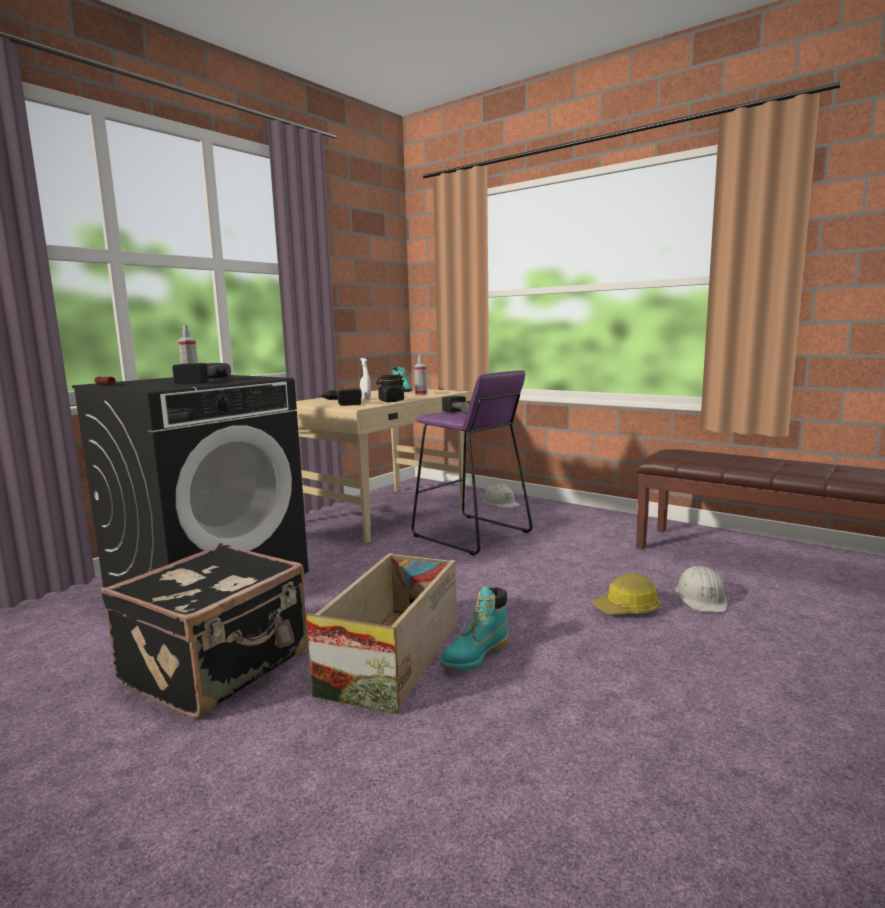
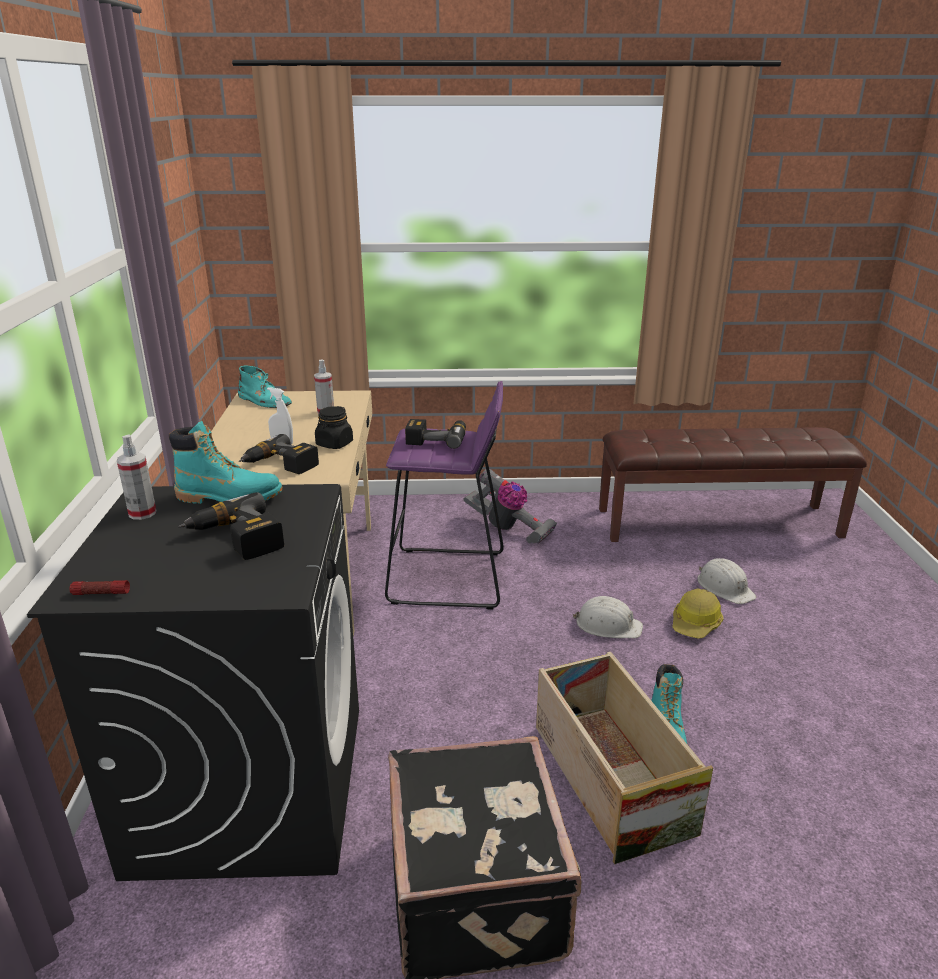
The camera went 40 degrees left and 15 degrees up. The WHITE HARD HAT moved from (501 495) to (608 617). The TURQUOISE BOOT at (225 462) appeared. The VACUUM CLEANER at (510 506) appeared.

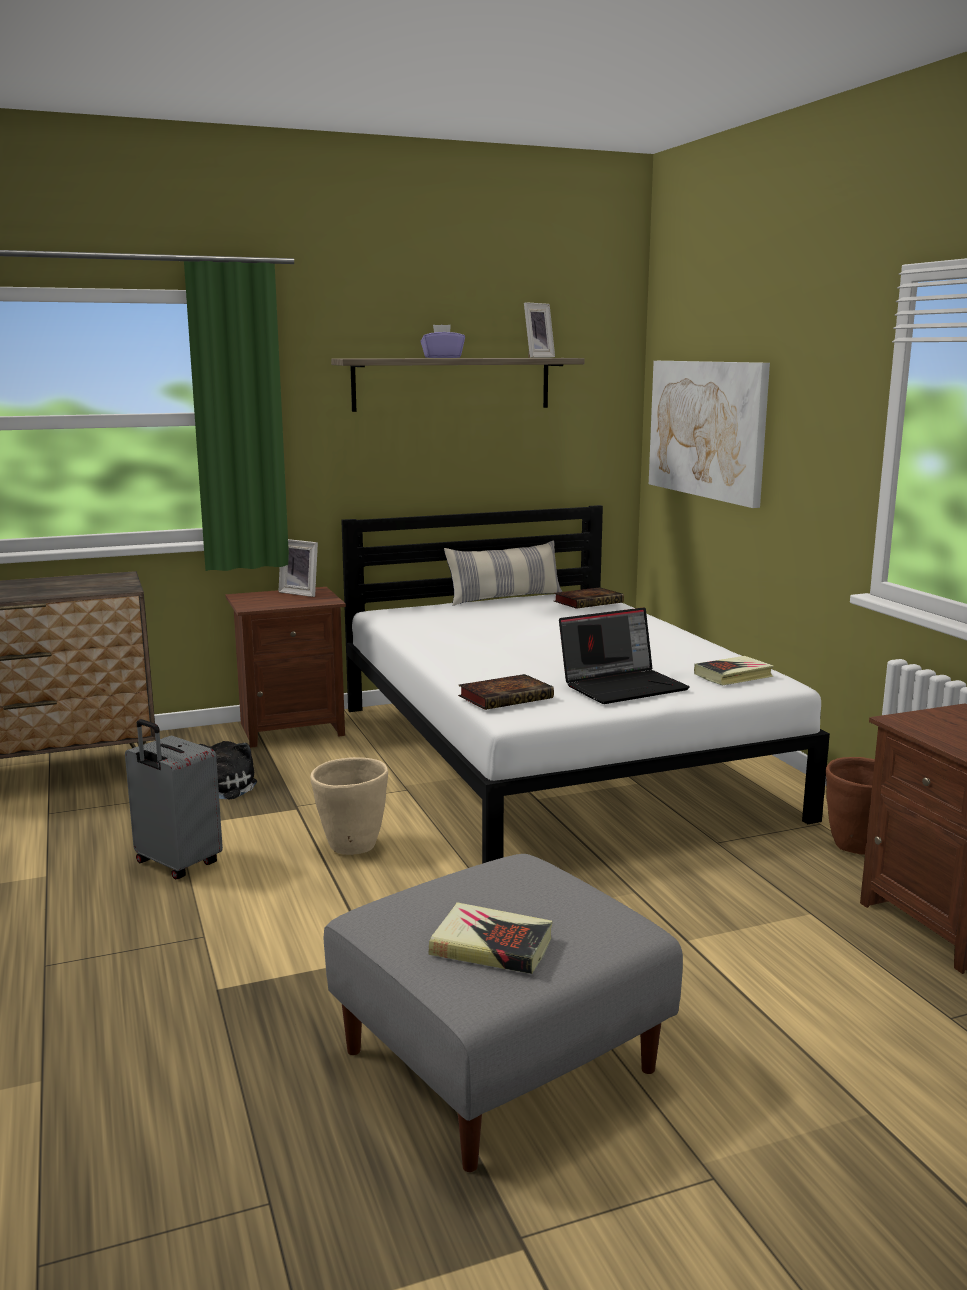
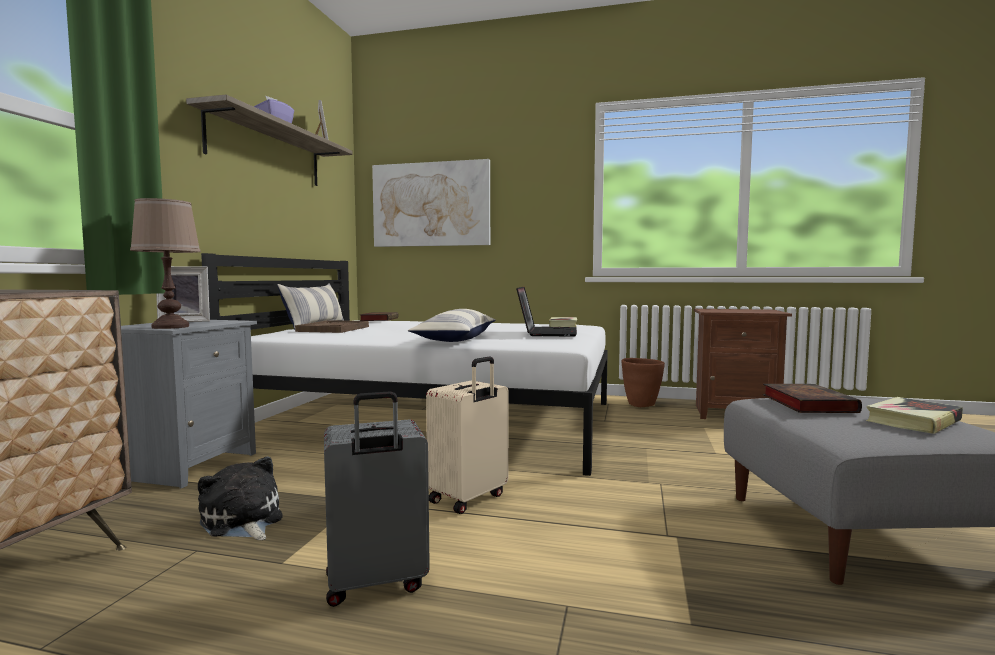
The camera went 55 degrees left and 10 degrees down. The BROWN NIGHTSTAND at (285 667) became the GREY NIGHTSTAND at (189 404). The BEIGE PLANTER at (349 806) was replaced by the BEIGE SUITCASE at (467 435). The BOOK moved from (506 692) to (812 398). The BROWN TABLE LAMP at (165 263) appeared. The BROWN TRAY at (332 326) appeared. The PILLOW at (452 325) appeared.

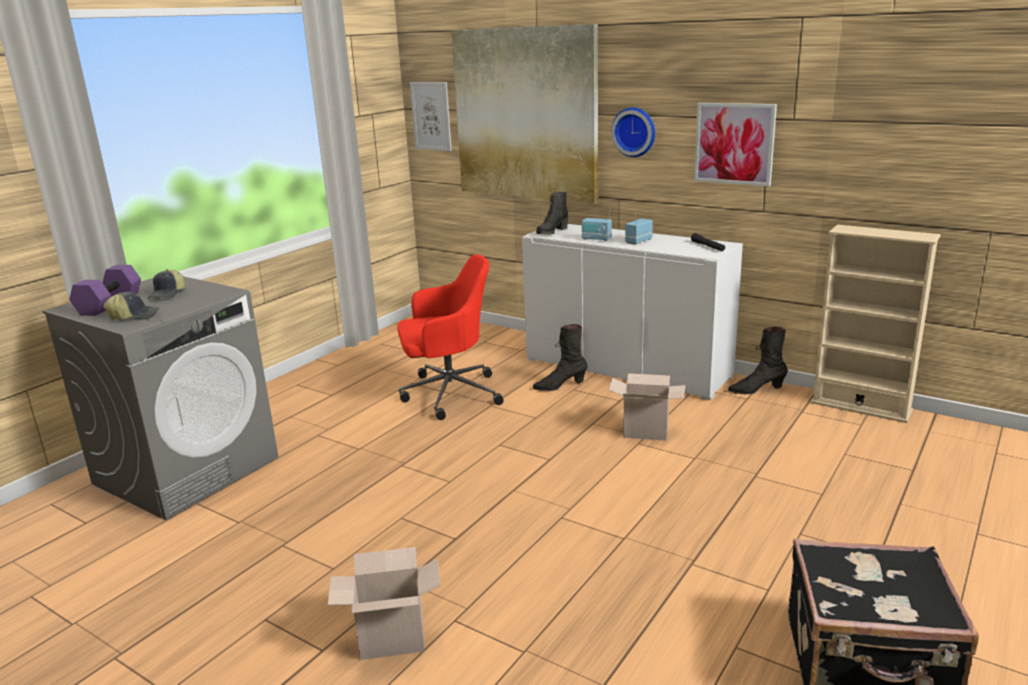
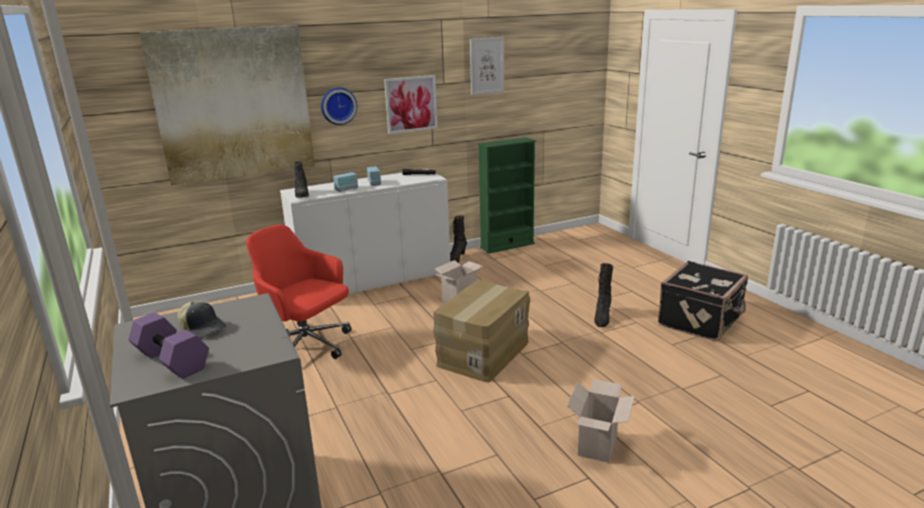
The camera went 60 degrees left and 0 degrees up. The CAP at (131 306) disappeared. The RED OFFICE CHAIR at (450 337) turned 75 degrees counterclockwise. The PICTURE moved from (431 116) to (487 66). The BLACK BOOT moved from (560 357) to (603 295). The BEIGE BOOKCASE at (876 324) became the GREEN BOOKCASE at (507 195). The CARDBOARD BOX at (481 331) appeared.

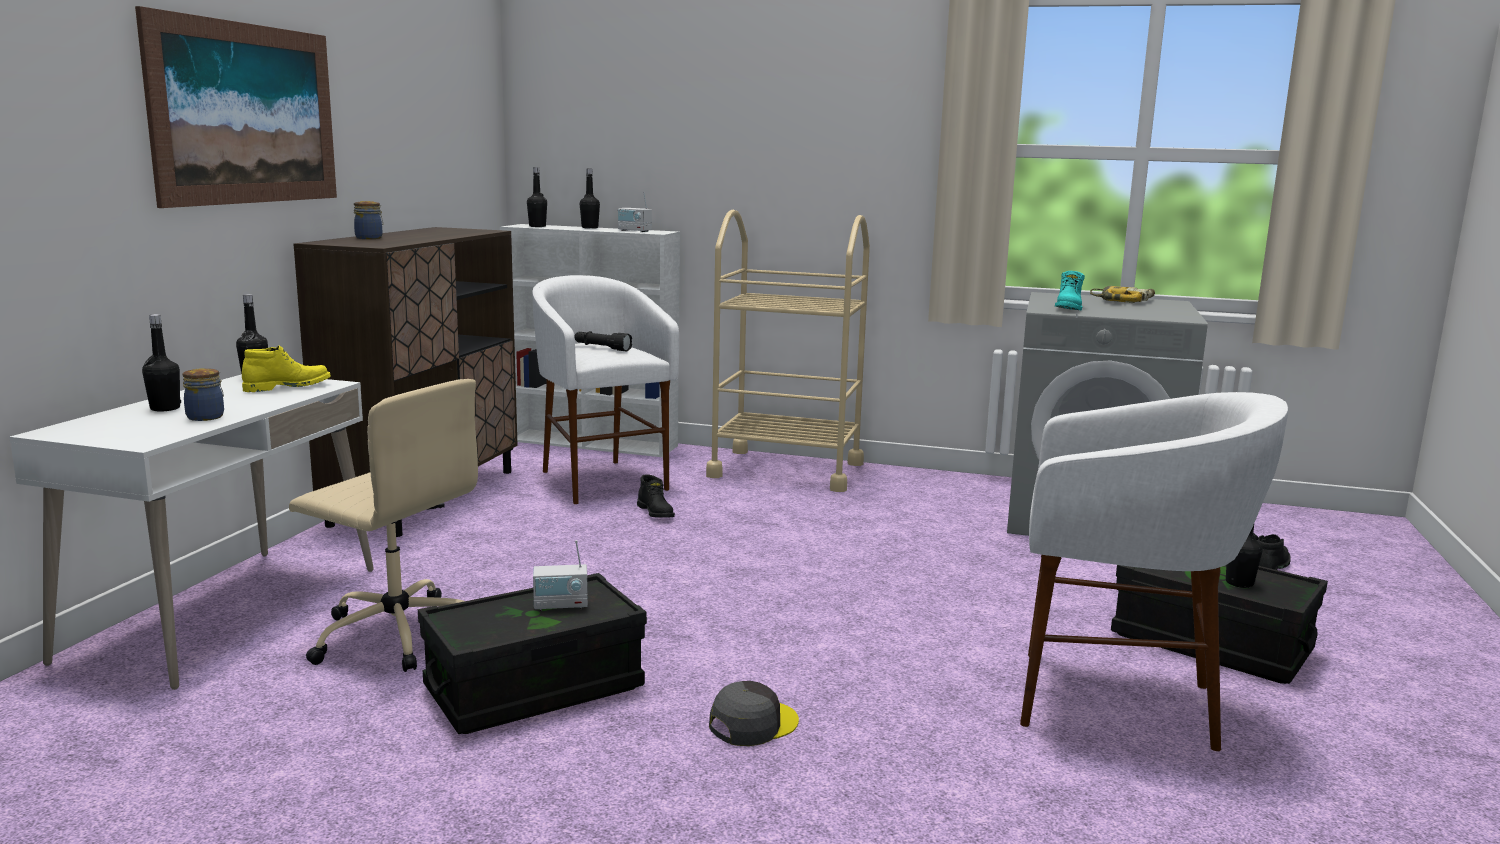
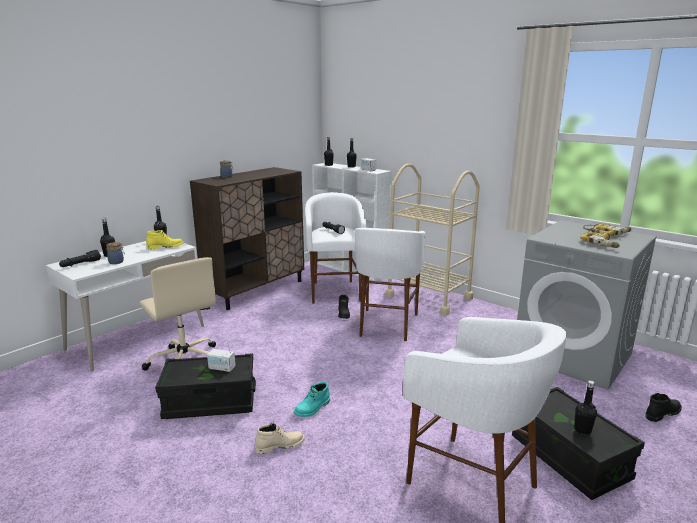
The camera went 25 degrees right and 5 degrees up. The PICTURE at (236 107) disappeared. The GREY CAP at (754 713) was replaced by the BEIGE BOOT at (280 438). The TURQUOISE BOOT moved from (1070 290) to (312 399). The BLACK FLASHLIGHT at (80 258) appeared. The WHITE STOOL at (390 284) appeared. The POWER DRILL at (601 239) appeared.

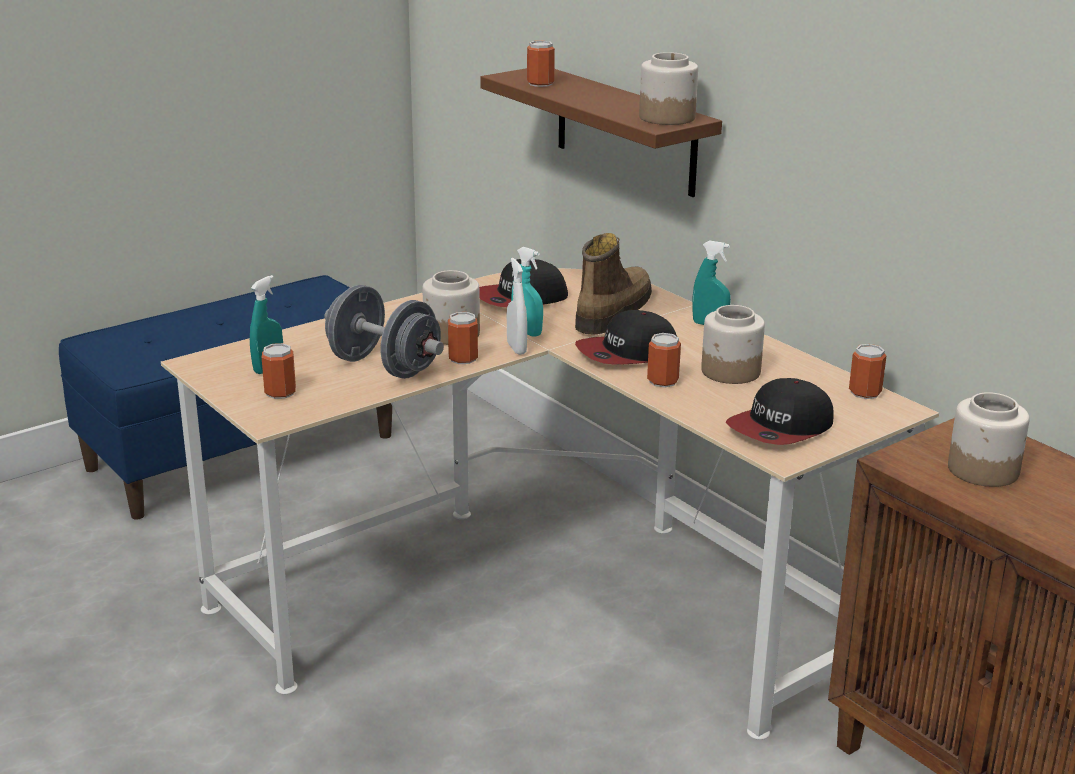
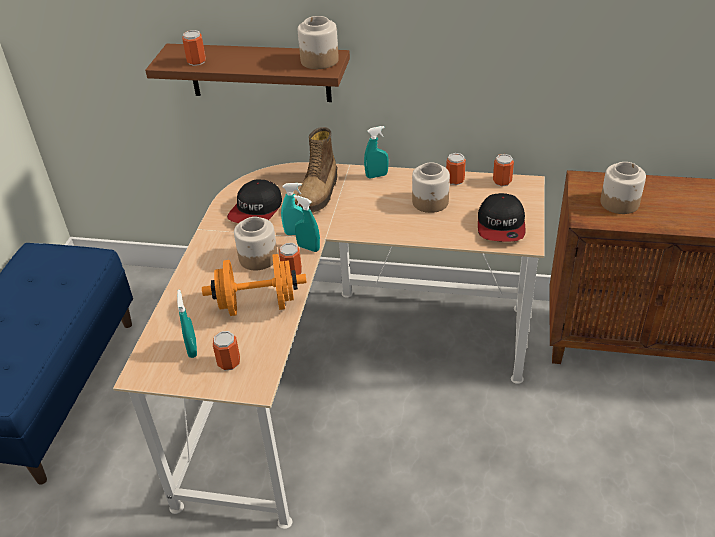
The camera went 40 degrees left and 15 degrees up. The GREY DUMBBELL at (384 332) became the ORANGE DUMBBELL at (254 285). The WHITE SPRAY BOTTLE at (517 306) became the TURQUOISE SPRAY BOTTLE at (307 223). The BOOT at (613 284) turned 150 degrees counterclockwise. The CAP at (626 337) disappeared. The CAN moved from (664 360) to (456 169).

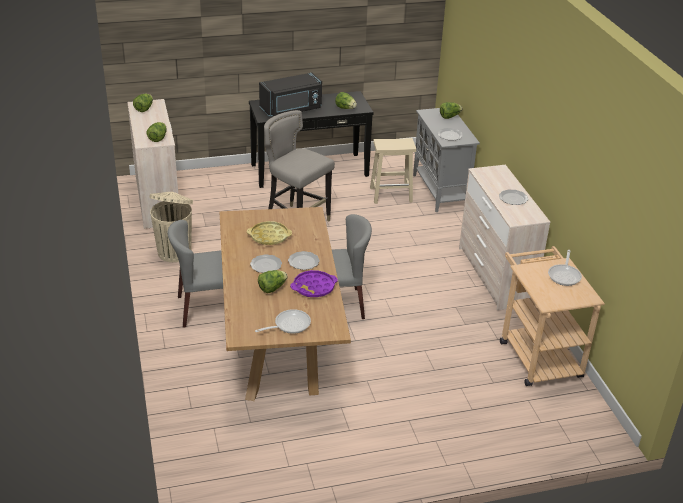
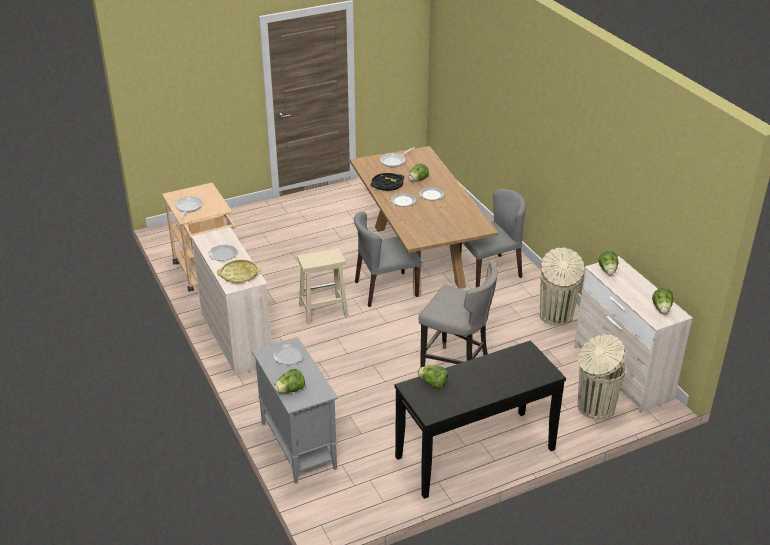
The camera went 170 degrees right and 0 degrees up. The YELLOW TRAY moved from (269 233) to (239 271). The BLACK MICROWAVE at (290 94) disappeared. The PURPLE TRAY at (314 283) became the BLACK TRAY at (387 182). The BEIGE STOOL moved from (393 171) to (322 286). The BEIGE TRASH CAN at (602 377) appeared.

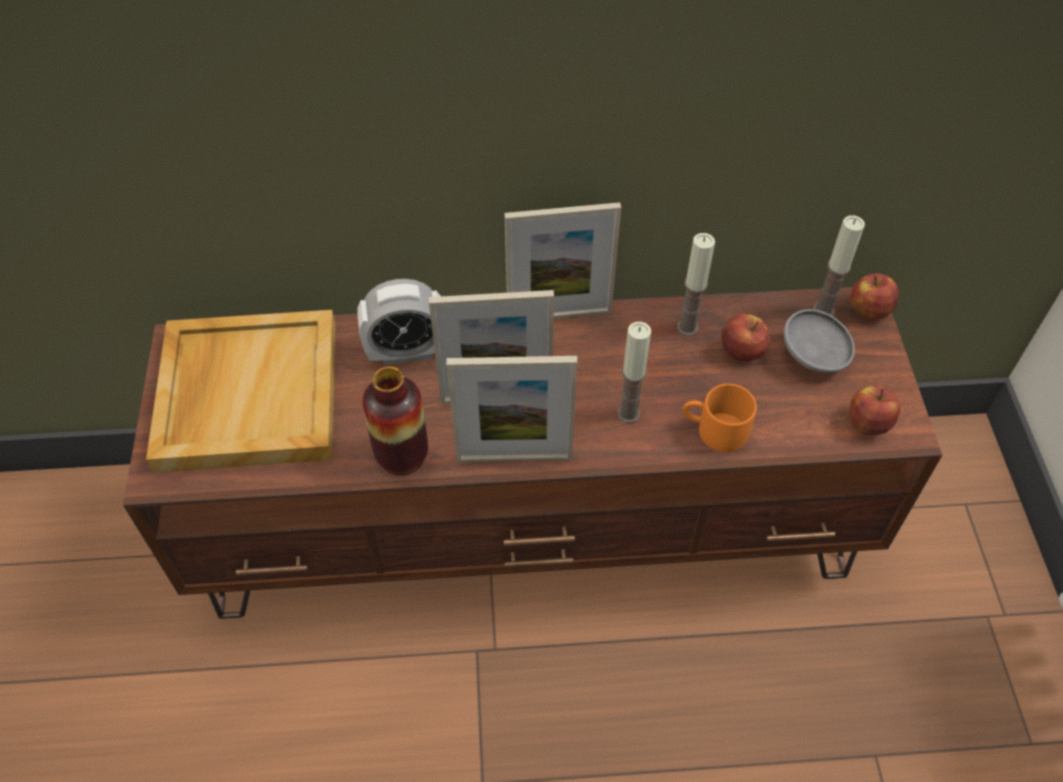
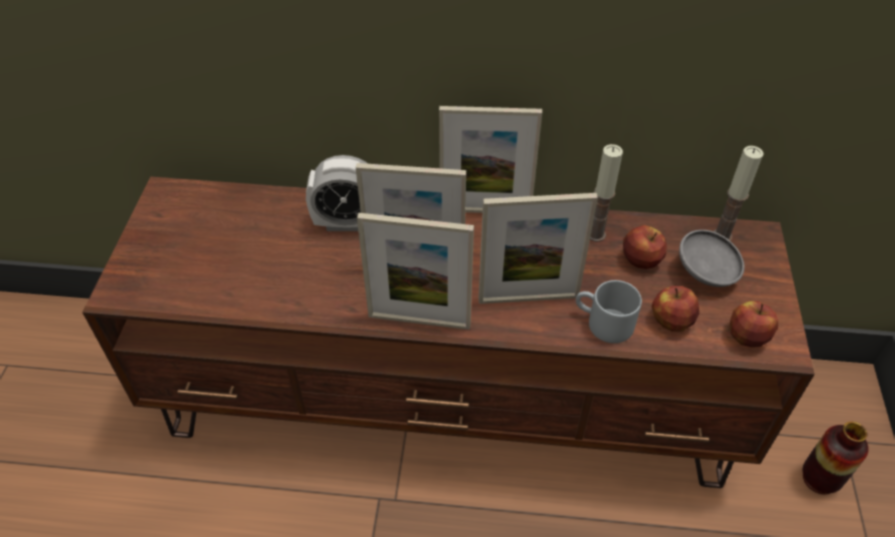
The camera went 10 degrees right and 5 degrees down. The BEIGE TRAY at (241 391) disappeared. The VASE moved from (395 420) to (836 458). The CANDLE at (634 372) was replaced by the PICTURE FRAME at (538 248). The ORANGE MUG at (720 418) became the GREY MUG at (609 311). The APPLE moved from (874 296) to (675 308).

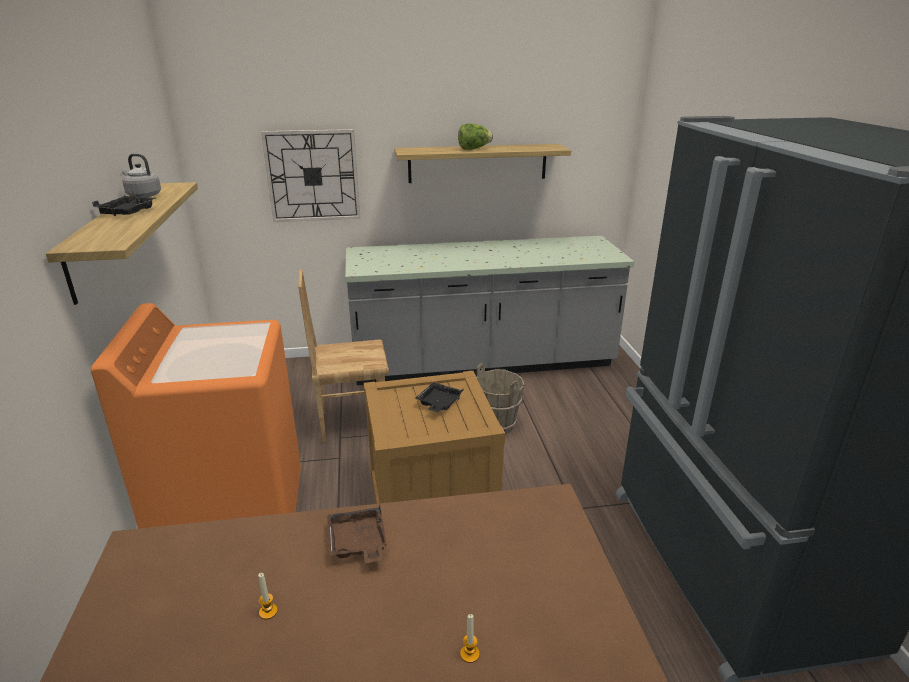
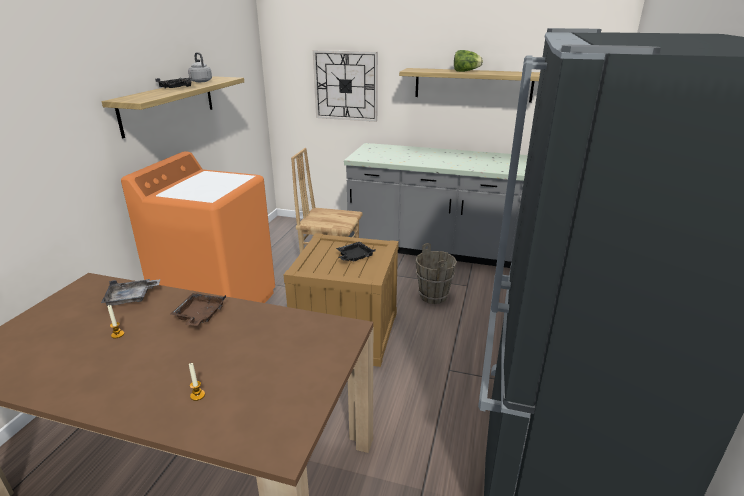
The camera went 25 degrees right and 0 degrees up. The GREY TRAY at (130 292) appeared.

